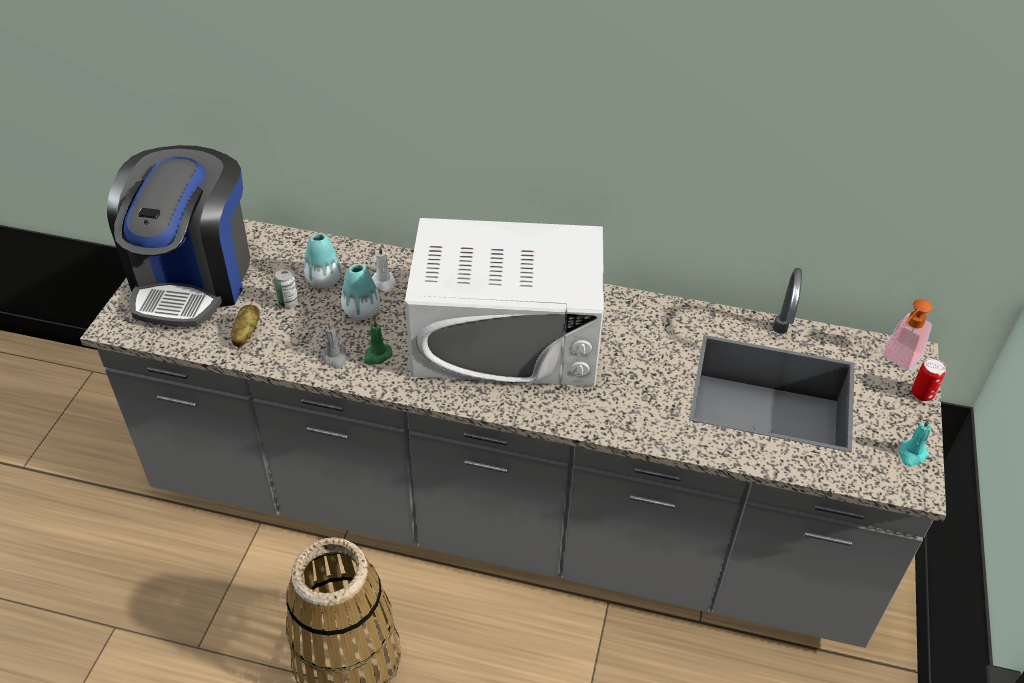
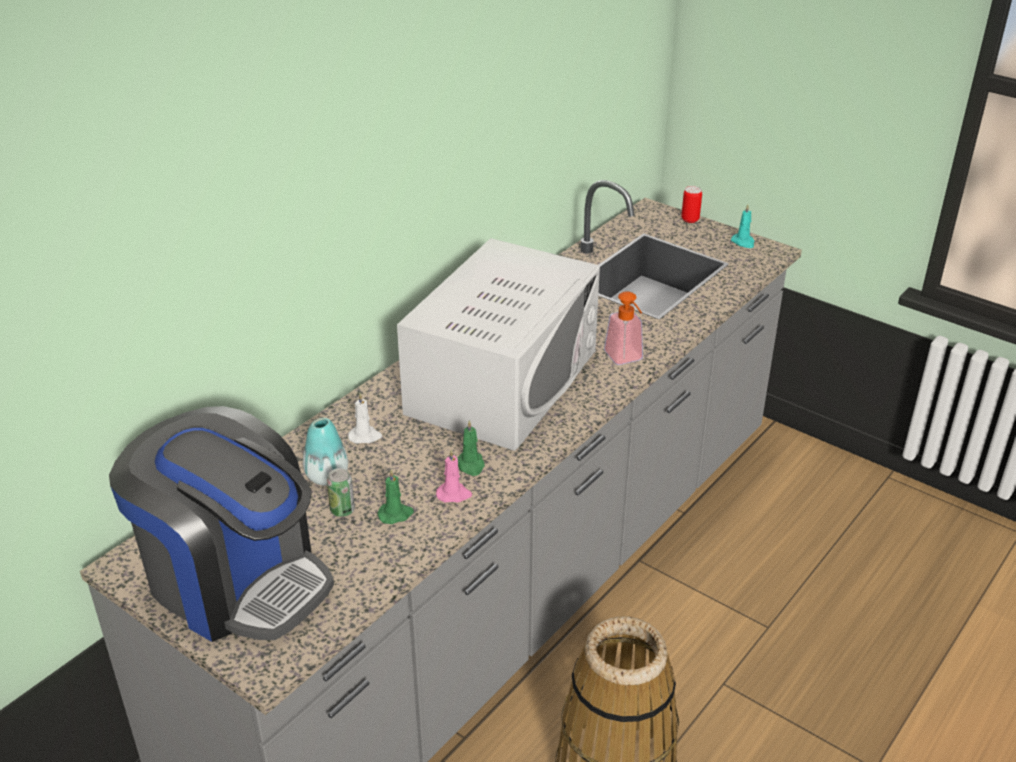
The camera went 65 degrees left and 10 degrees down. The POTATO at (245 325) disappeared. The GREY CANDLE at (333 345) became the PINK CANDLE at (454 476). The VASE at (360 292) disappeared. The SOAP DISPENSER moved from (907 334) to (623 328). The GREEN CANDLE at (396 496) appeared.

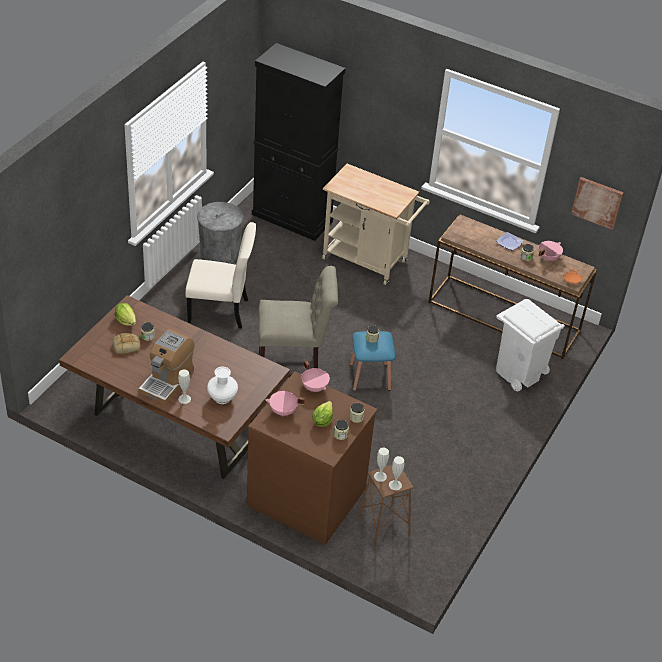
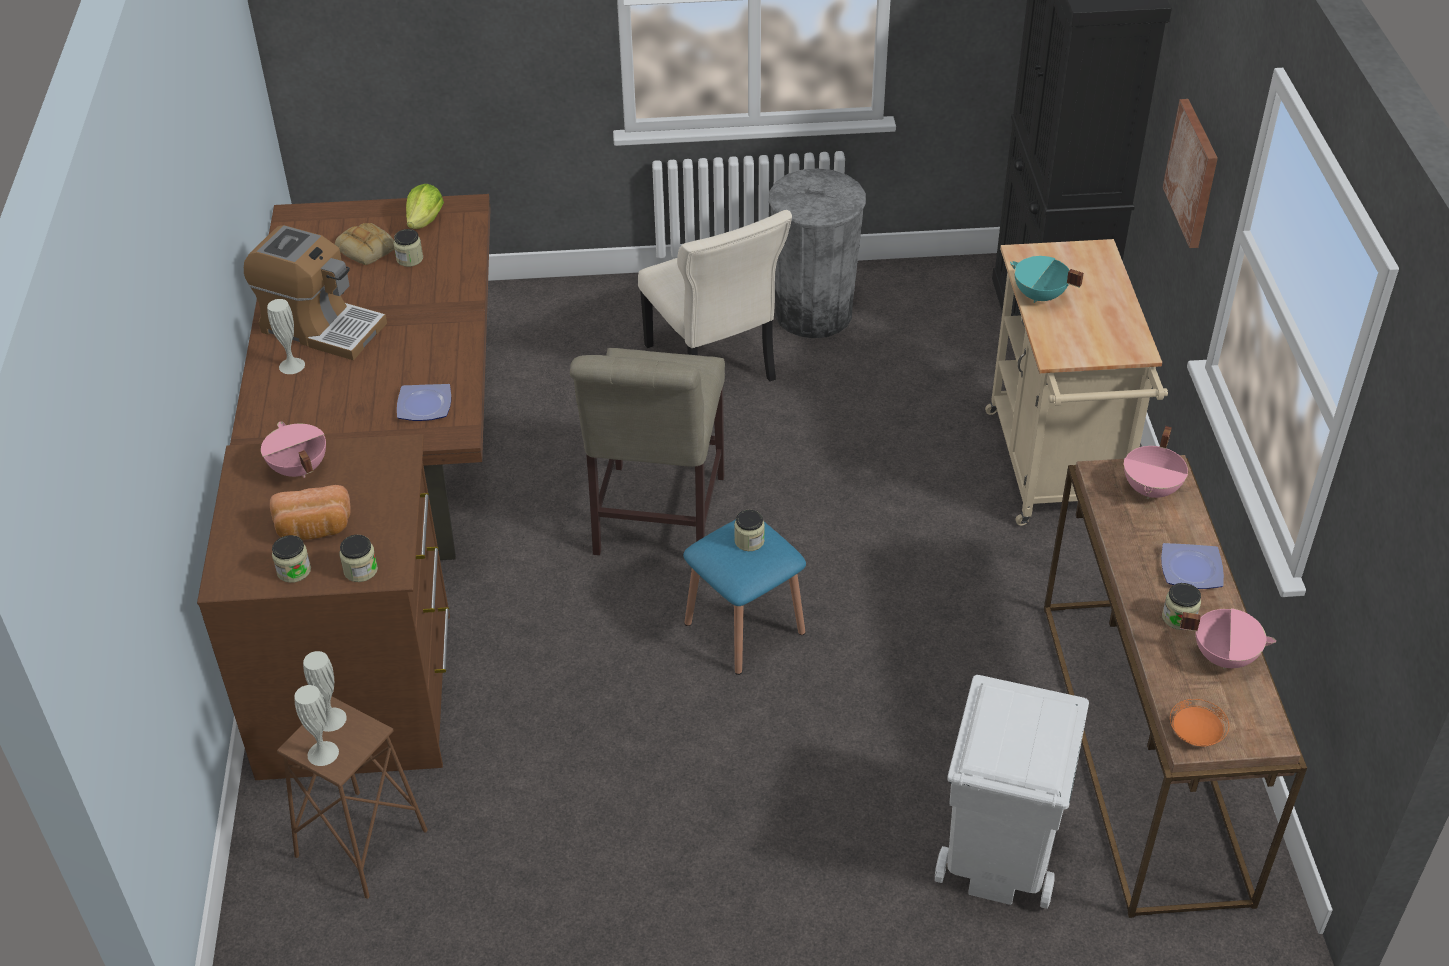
The camera went 60 degrees right and 0 degrees up. The COFFEE MACHINE at (166 366) turned 150 degrees counterclockwise. The WHITE VASE at (222 385) disappeared. The BEIGE CHAIR at (298 321) turned 45 degrees clockwise. The PINK COOKING POT moved from (315 376) to (1156 462). The LETTUCE at (322 414) was replaced by the BREAD at (310 512). The PICTURE moved from (597 203) to (1190 173). The PLATE at (424 402) appeared. The TURQUOISE COOKING POT at (1047 279) appeared.

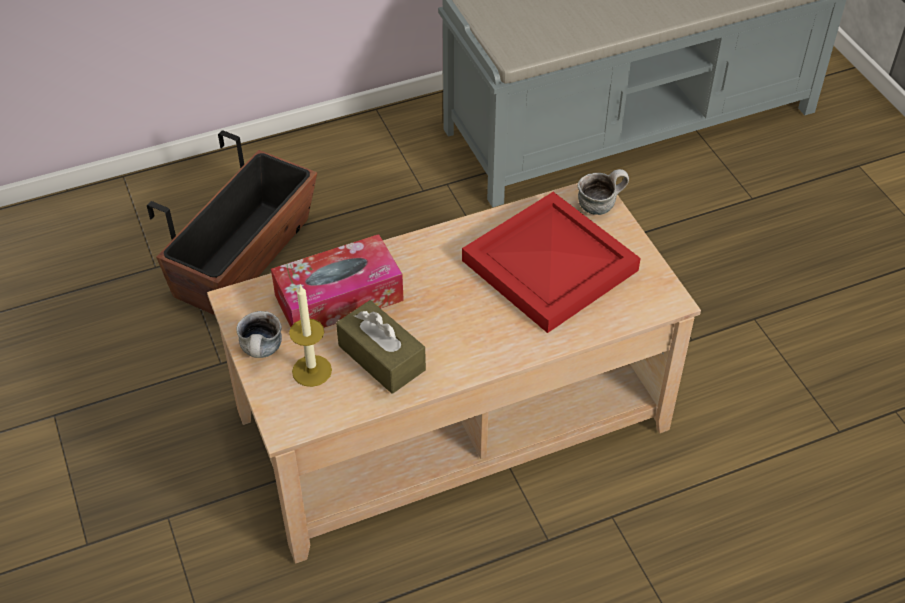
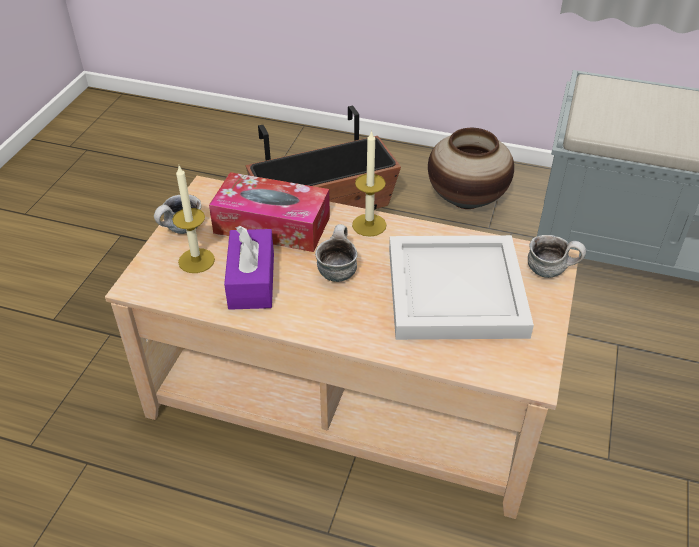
The camera went 40 degrees right and 5 degrees down. The BROWN TISSUE BOX at (381 347) became the PURPLE TISSUE BOX at (249 268). The RED TRAY at (551 262) became the WHITE TRAY at (461 287). The MUG at (336 253) appeared. The CANDLE at (369 183) appeared. The VASE at (471 168) appeared.

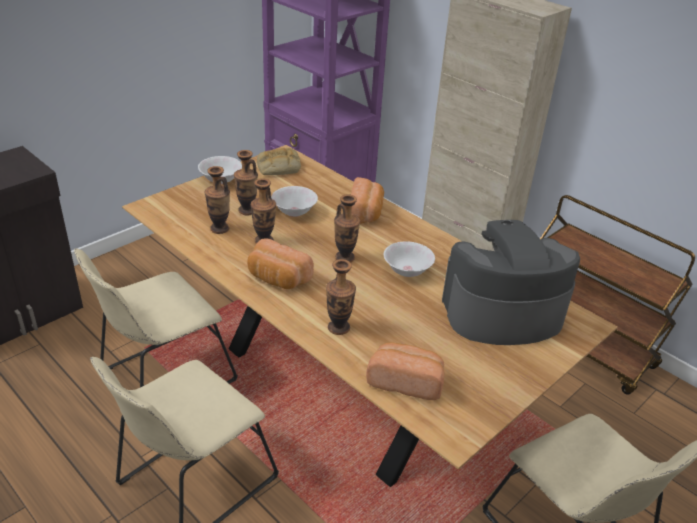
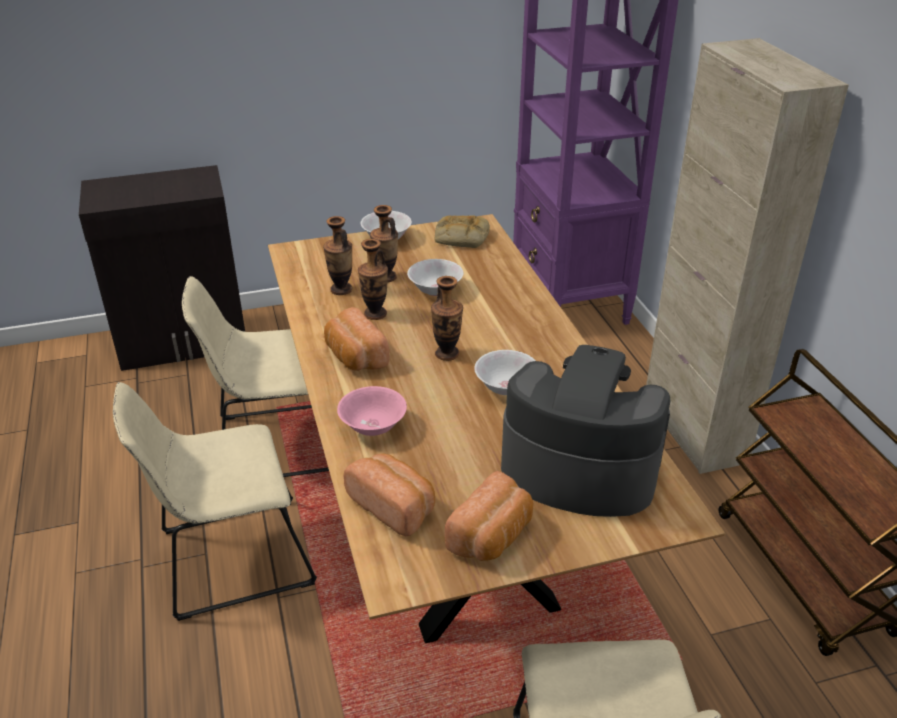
The camera went 30 degrees right and 0 degrees up. The VASE at (341 297) was replaced by the PINK BOWL at (372 411). The BREAD moved from (367 200) to (489 516).

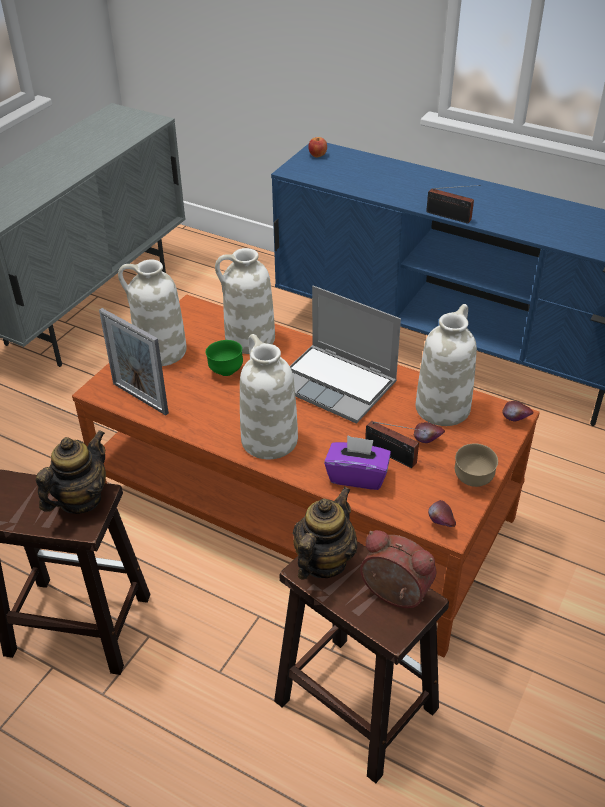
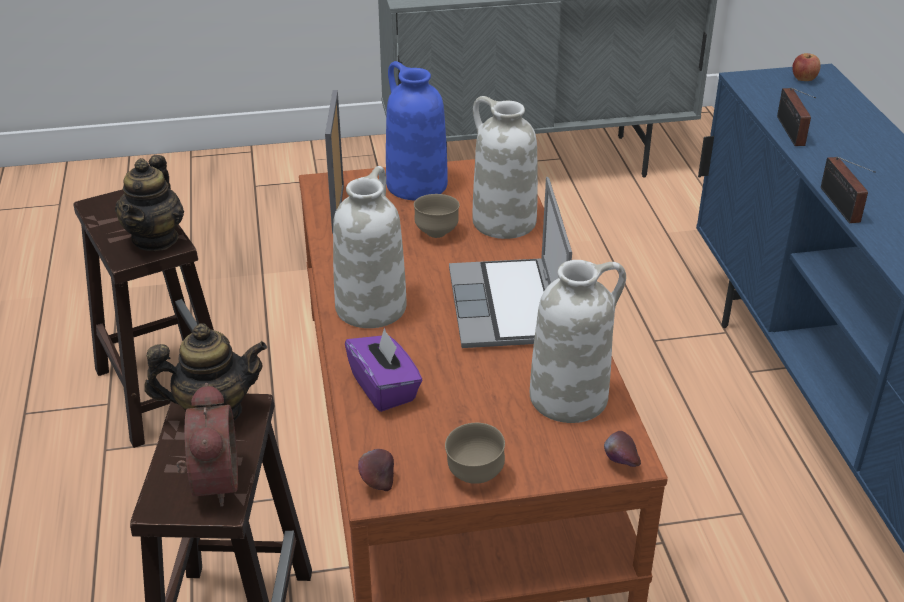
The camera went 50 degrees right and 5 degrees down. The TEAPOT at (71 472) turned 105 degrees clockwise. The WHITE VASE at (152 313) became the BLUE VASE at (417 130). The GREEN BOWL at (224 358) became the BROWN BOWL at (437 216). The RADIO moved from (395 444) to (796 116). The APPLE at (429 432) disappeared.

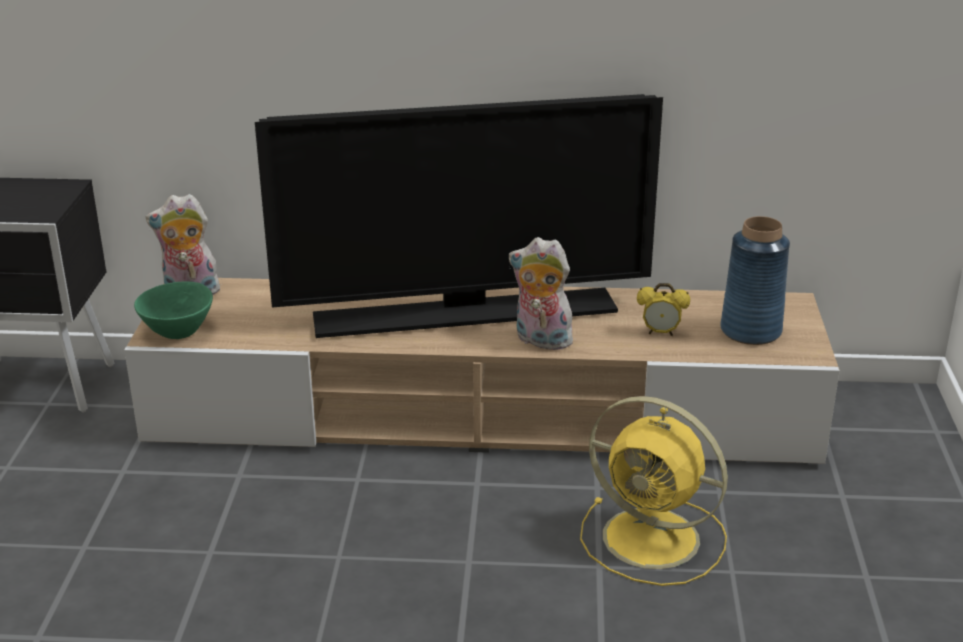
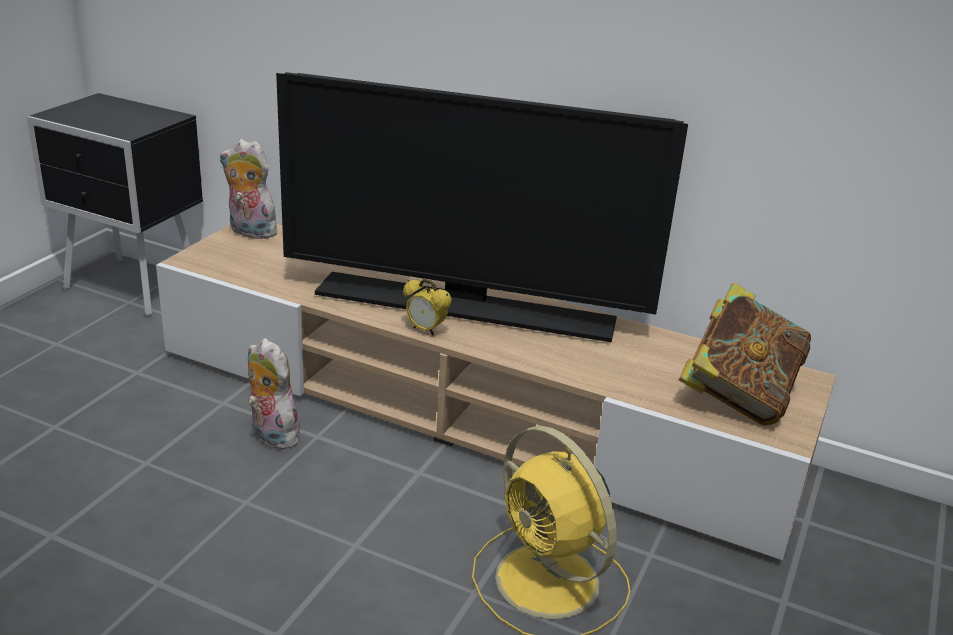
The camera went 20 degrees right and 0 degrees up. The GREEN BOWL at (173 310) disappeared. The PLUSH TOY moved from (541 294) to (273 394). The ALARM CLOCK moved from (663 309) to (427 307). The BLUE VASE at (755 280) was replaced by the BOOK at (745 354).

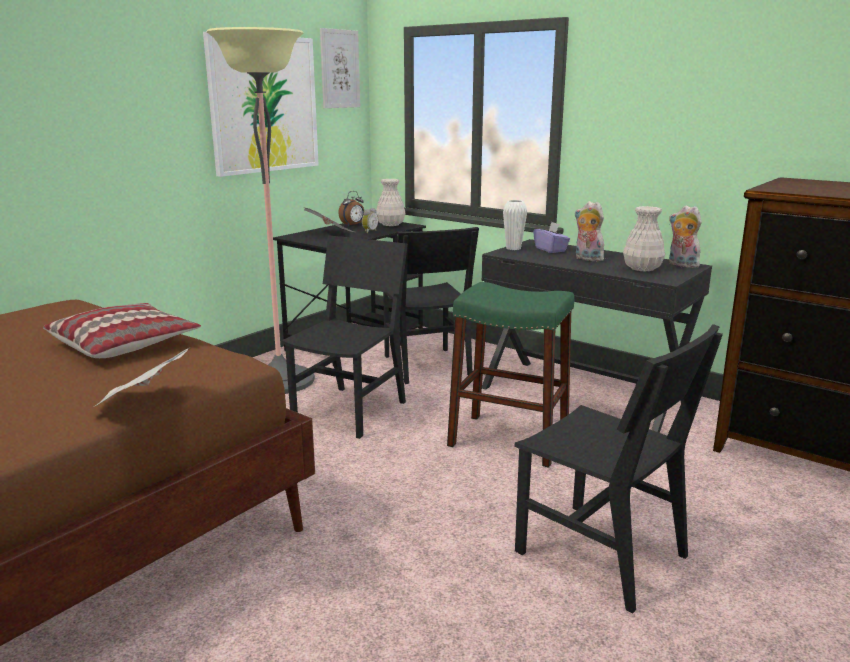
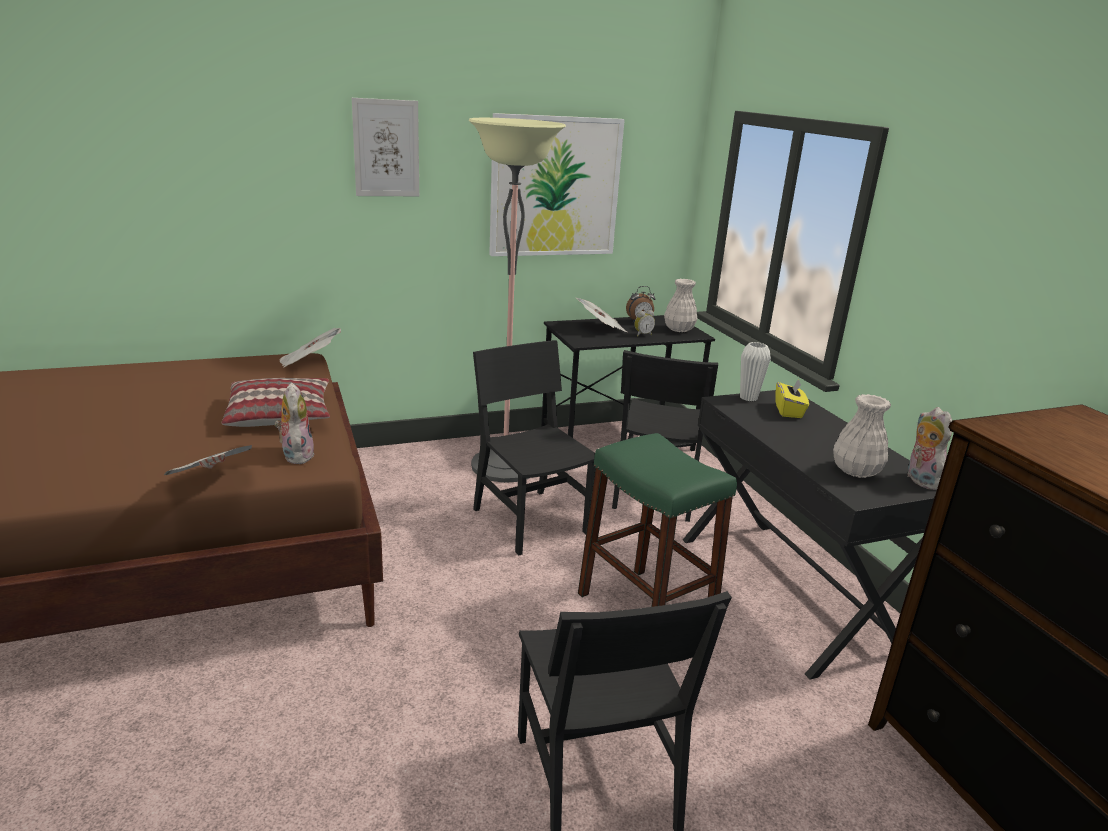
The camera went 30 degrees right and 5 degrees up. The BLACK CHAIR at (344 337) turned 90 degrees counterclockwise. The PICTURE moved from (340 68) to (385 147). The PURPLE TISSUE BOX at (551 237) became the YELLOW TISSUE BOX at (792 398). The PLUSH TOY moved from (589 231) to (295 423). The NEWSPAPER at (310 347) appeared.

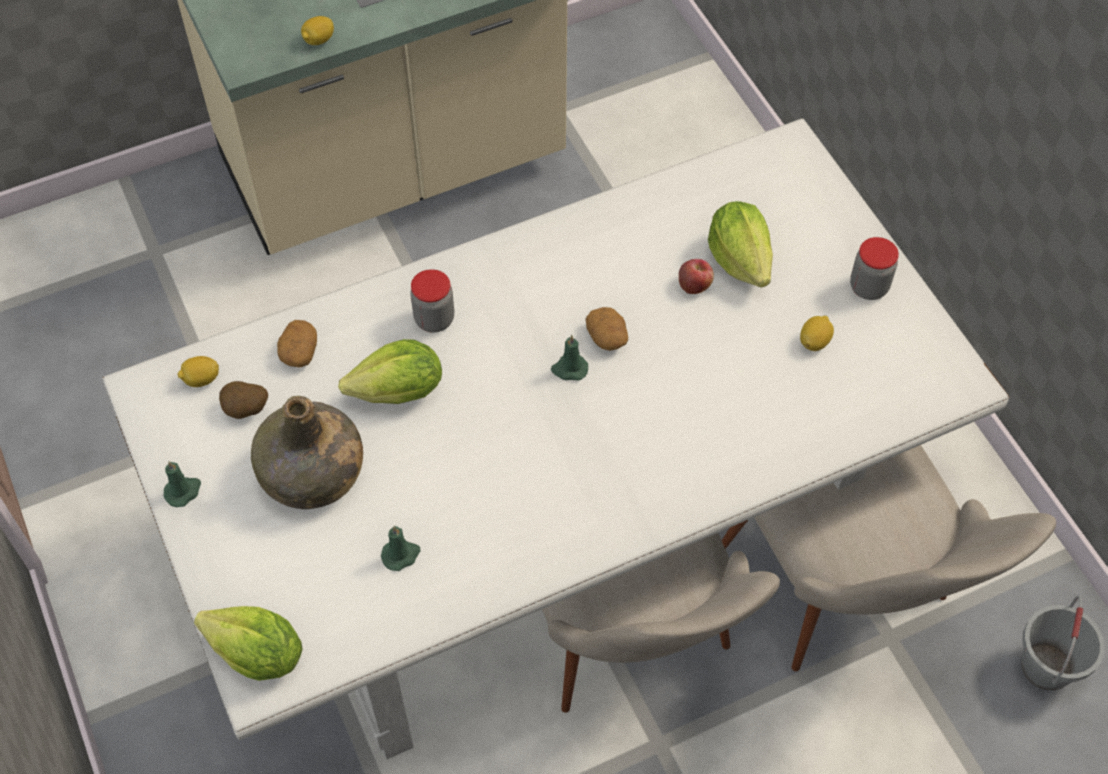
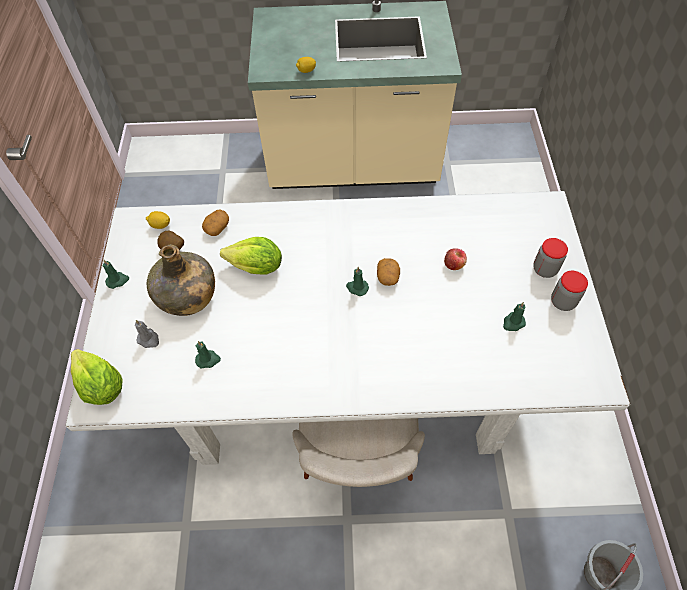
The camera went 25 degrees right and 0 degrees up. The JAR moved from (432 301) to (550 258). The LETTUCE at (740 244) disappeared. The BEIGE CHAIR at (889 558) disappeared. The LEMON at (817 333) was replaced by the GREEN CANDLE at (514 316). The GREY CANDLE at (147 334) appeared.

